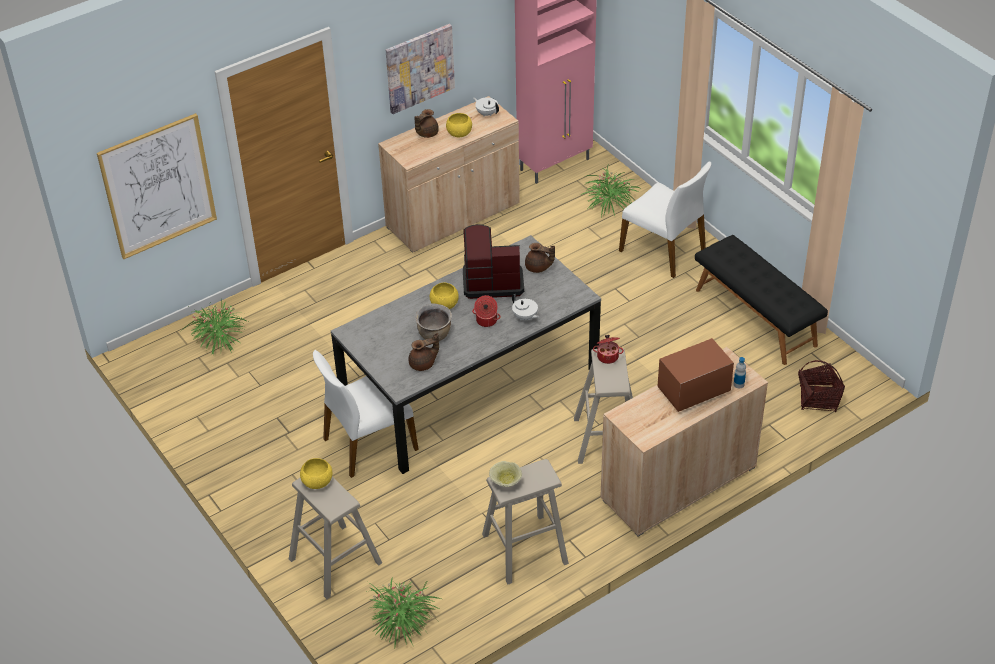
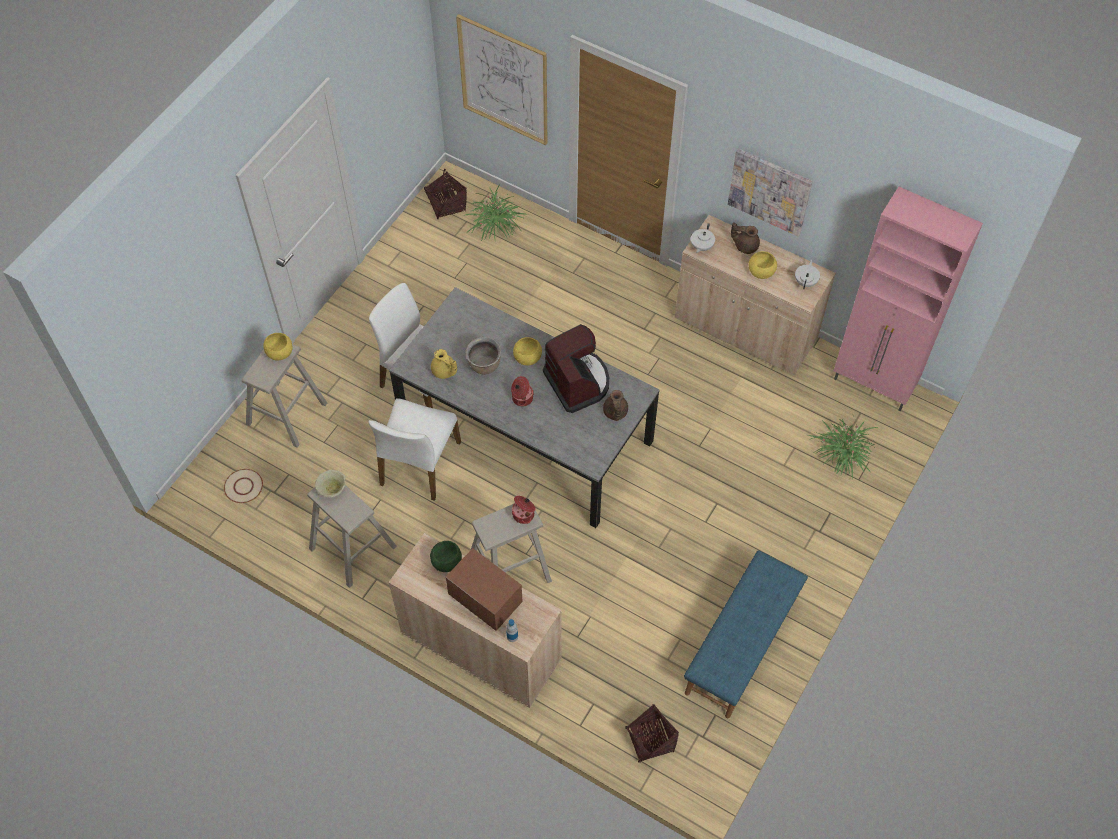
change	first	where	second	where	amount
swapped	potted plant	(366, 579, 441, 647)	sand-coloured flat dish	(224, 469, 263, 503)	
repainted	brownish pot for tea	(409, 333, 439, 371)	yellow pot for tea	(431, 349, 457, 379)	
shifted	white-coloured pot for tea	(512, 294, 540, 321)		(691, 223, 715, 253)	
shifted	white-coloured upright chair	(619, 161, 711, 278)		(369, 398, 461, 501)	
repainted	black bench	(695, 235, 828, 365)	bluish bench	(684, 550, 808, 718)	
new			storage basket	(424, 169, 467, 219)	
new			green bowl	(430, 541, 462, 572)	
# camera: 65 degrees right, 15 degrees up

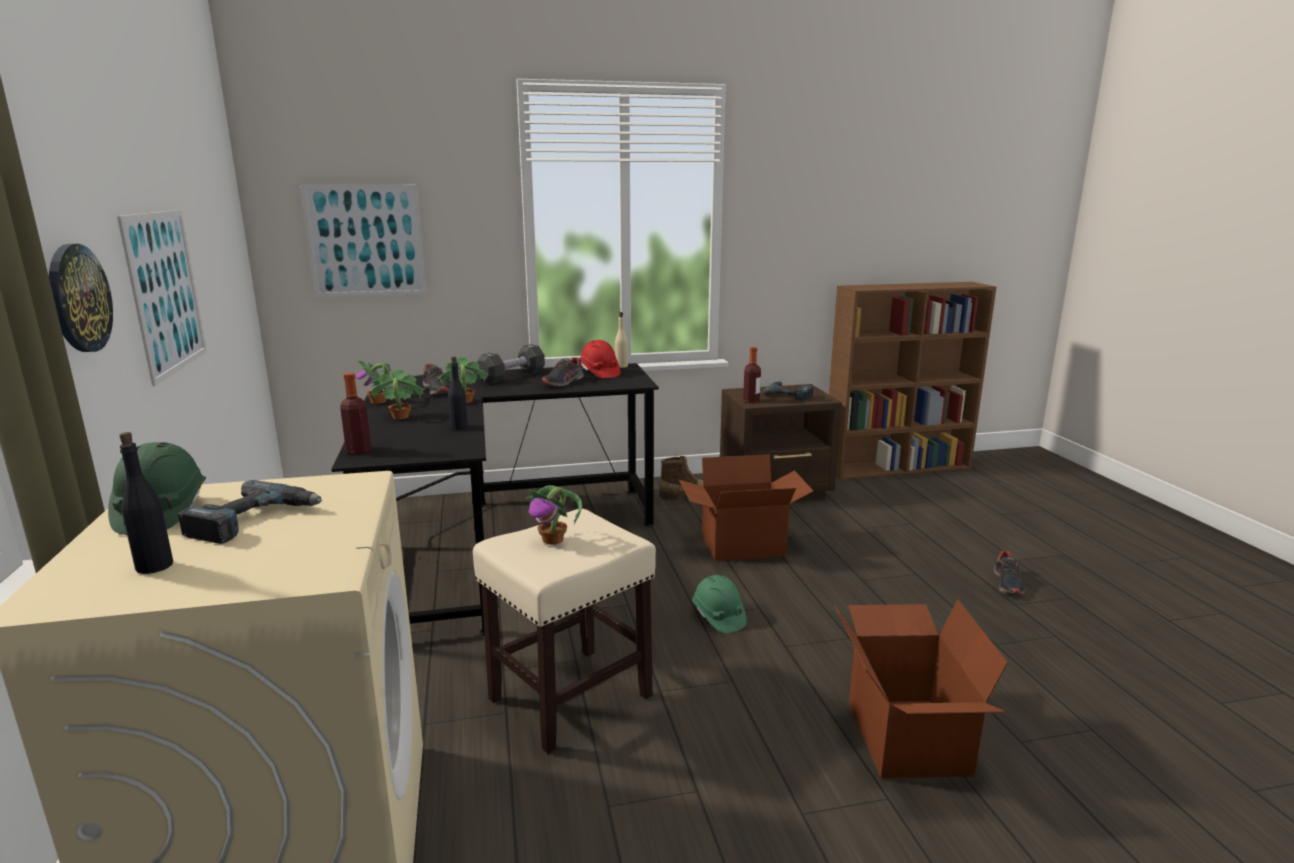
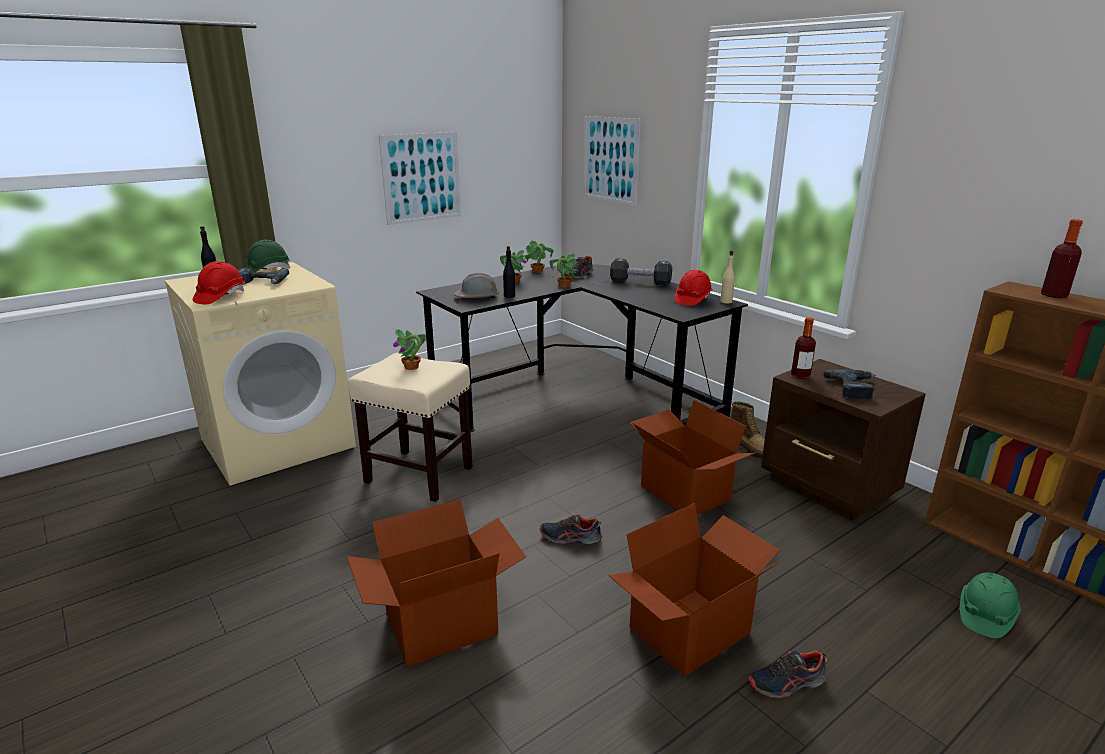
change	first	where	second	where	amount
gone	clock on the wall	(49, 244, 113, 352)			
shifted	drink bottle	(340, 373, 371, 454)		(1041, 219, 1083, 298)	
shifted	item of footwear	(540, 357, 584, 386)		(540, 514, 602, 544)	
shifted	green work helmet	(692, 575, 746, 633)		(960, 572, 1021, 638)	
new			reddish work helmet	(193, 261, 245, 304)	
new			gray work helmet	(454, 273, 499, 299)	
new			carton	(608, 503, 781, 677)	
# camera: 65 degrees right, 5 degrees up

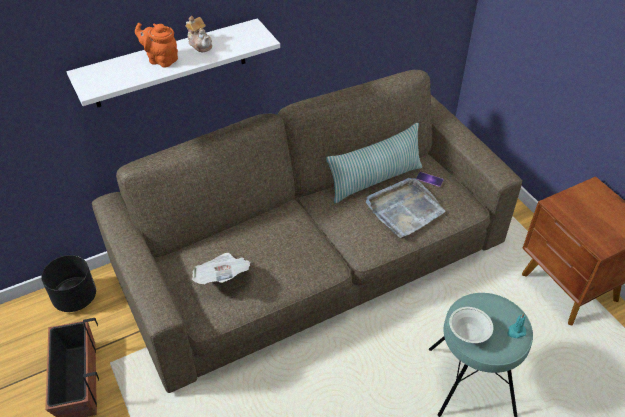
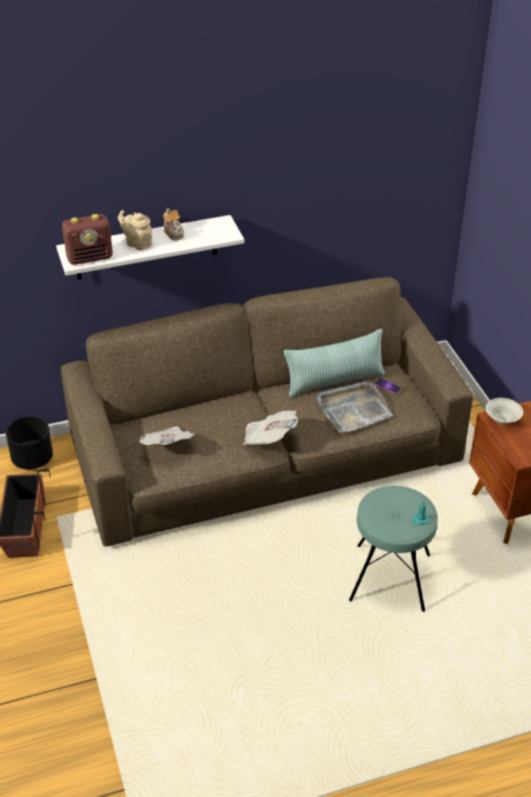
change	first	where	second	where	amount
repainted	orange pot for tea	(135, 23, 178, 68)	sand-coloured pot for tea	(118, 210, 152, 250)	
shifted	white-coloured bowl	(449, 307, 494, 343)		(486, 398, 523, 425)	
new			radio receiver	(62, 214, 113, 265)	
new			printed paper	(243, 411, 298, 445)	
# camera: 10 degrees right, 5 degrees down

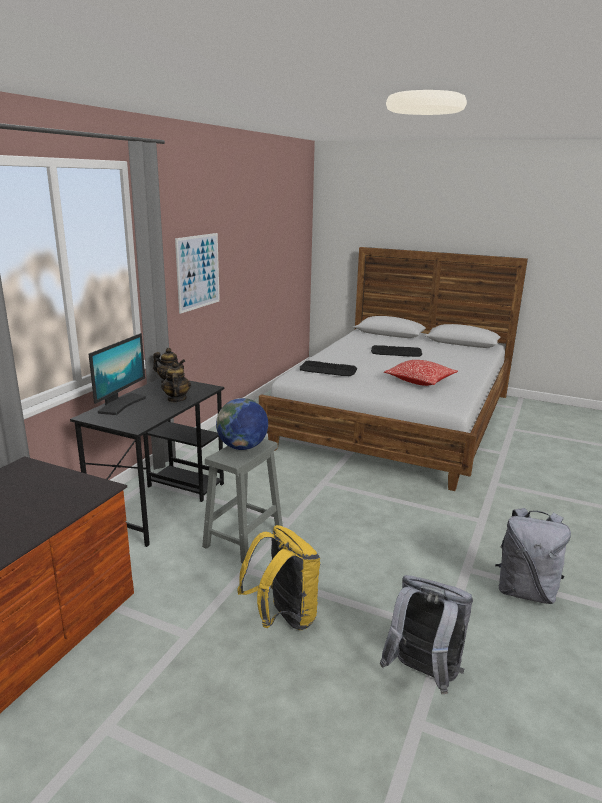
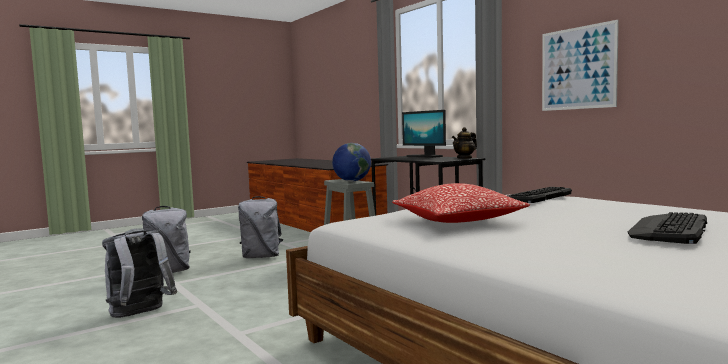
change	first	where	second	where	amount
gone	pot for tea	(161, 362, 191, 402)			
repainted	yellow rucksack	(237, 525, 321, 630)	gray rucksack	(238, 196, 283, 258)	
# camera: 120 degrees right, 15 degrees down

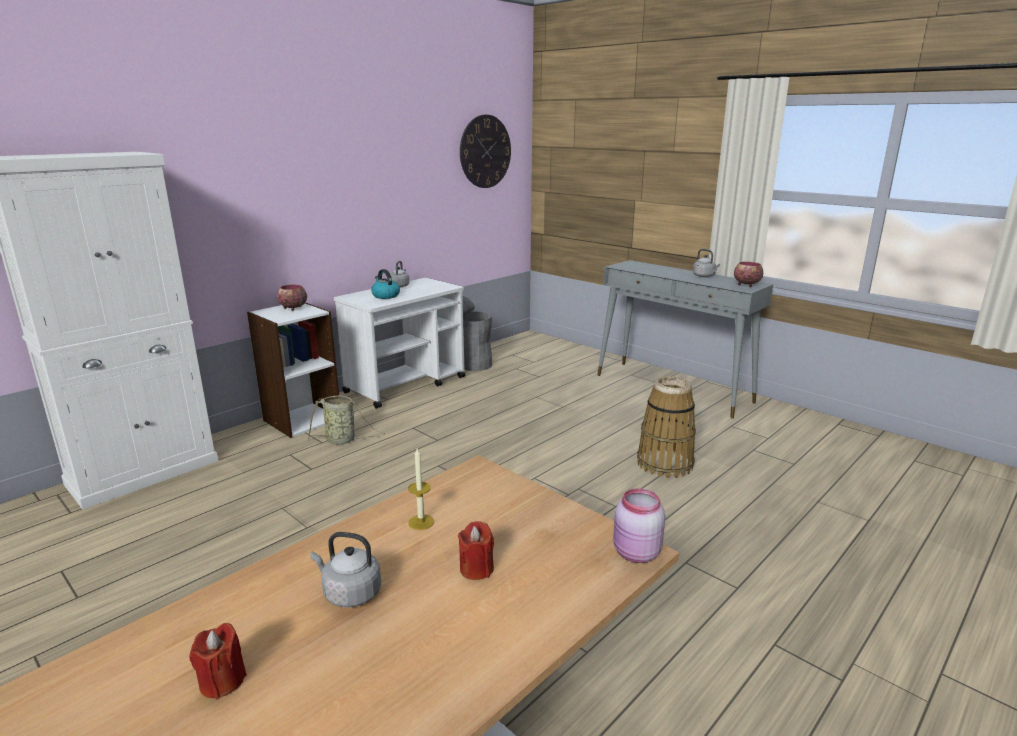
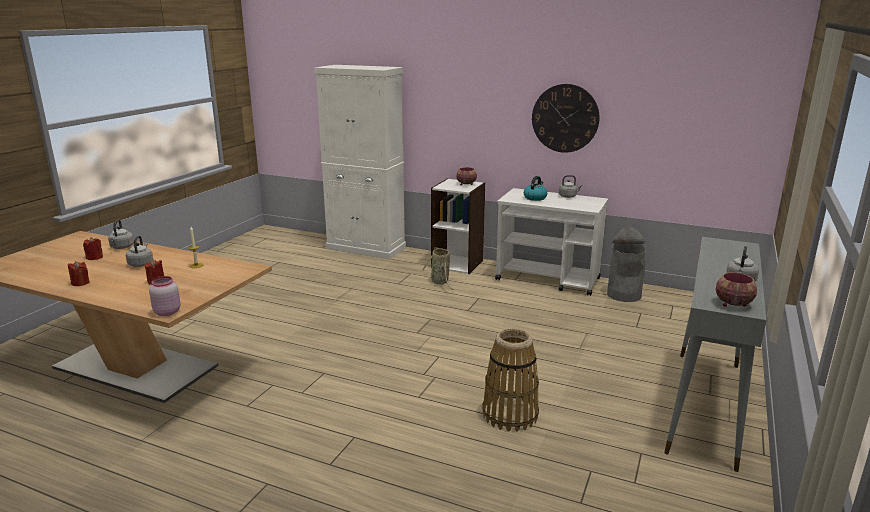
change	first	where	second	where	amount
shifted	clock on the wall	(460, 115, 511, 188)		(532, 84, 600, 153)	
new			reddish wax candle	(68, 261, 90, 286)	
new			gray kettle	(108, 220, 134, 249)	
# camera: 70 degrees right, 0 degrees up

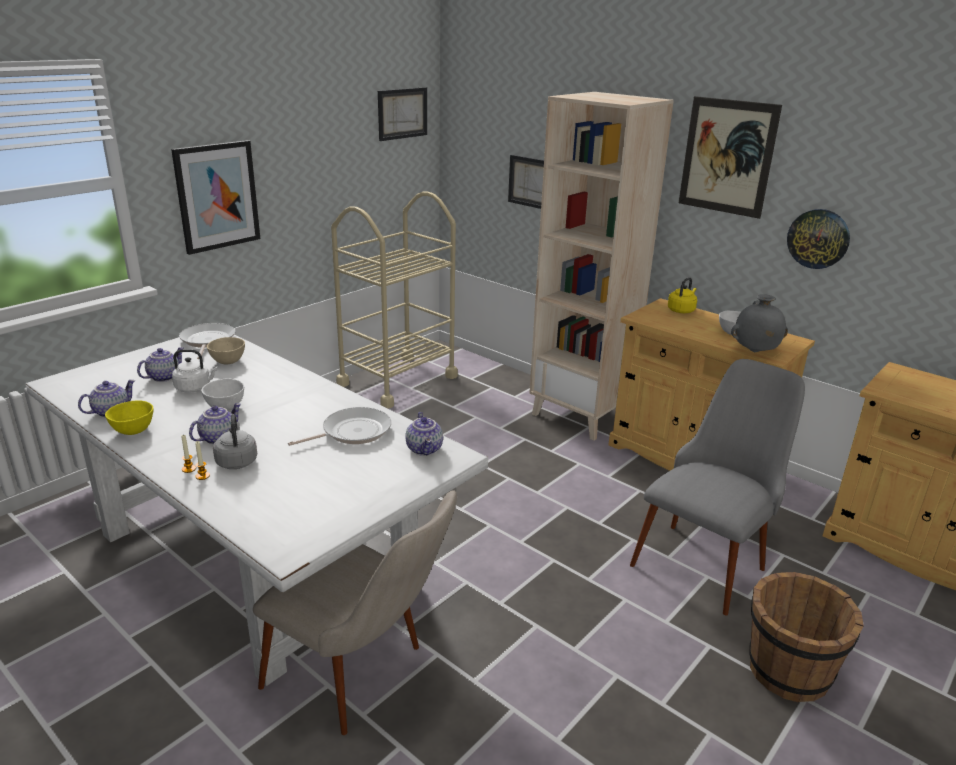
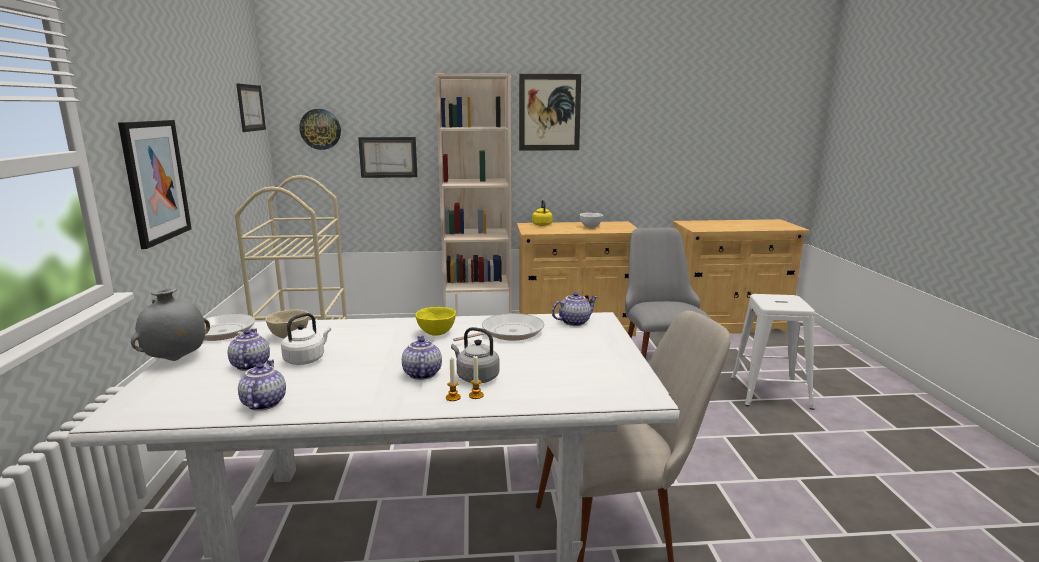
change	first	where	second	where	amount
shifted	yellow bowl	(105, 400, 154, 435)		(416, 307, 456, 336)	
gone	white-coloured bowl	(201, 378, 244, 411)			
rotated	skillet	(288, 407, 391, 446)		(453, 313, 544, 341)	45 degrees clockwise
rotated	pot for tea	(406, 412, 443, 456)		(552, 292, 597, 326)	60 degrees counterclockwise
shifted	gray flower vase	(731, 294, 788, 352)		(131, 287, 210, 361)	
swapped	brownish pail	(749, 572, 864, 702)	white-coloured stool seat	(731, 294, 815, 410)	
shifted	clock on the wall	(787, 209, 850, 269)		(299, 109, 341, 150)	
# camera: 45 degrees left, 10 degrees down

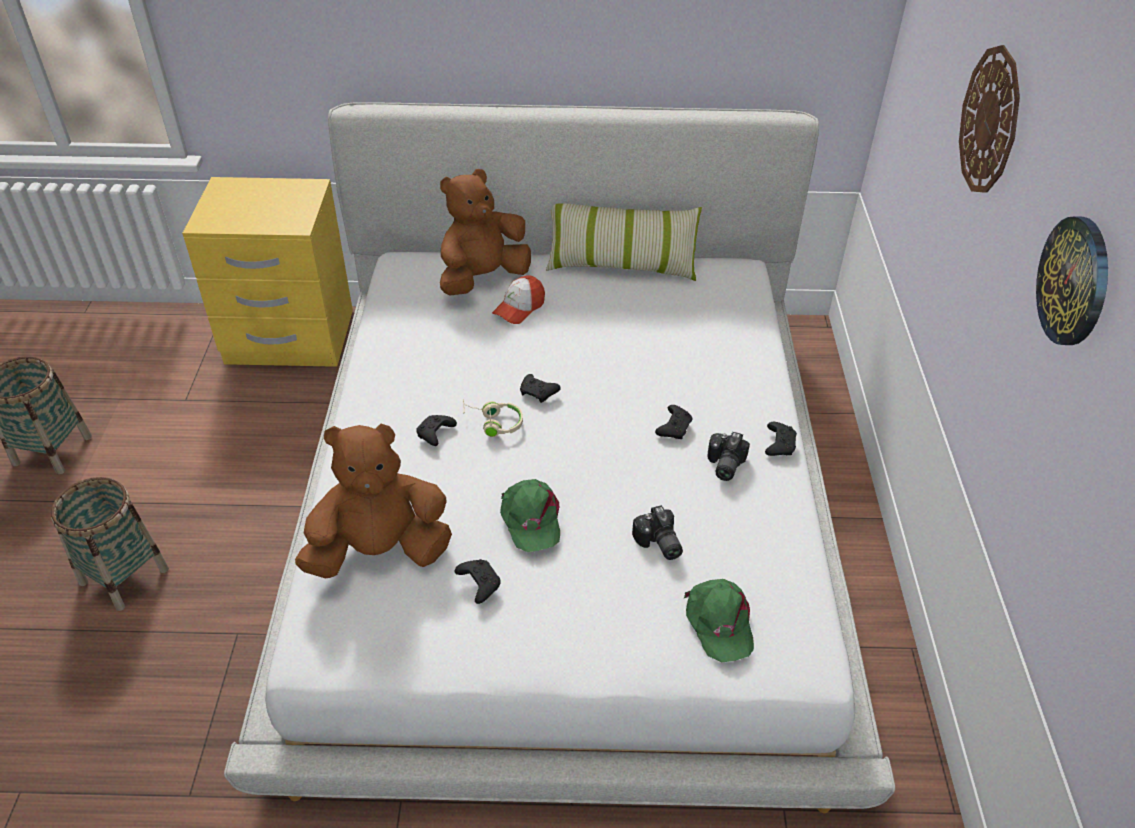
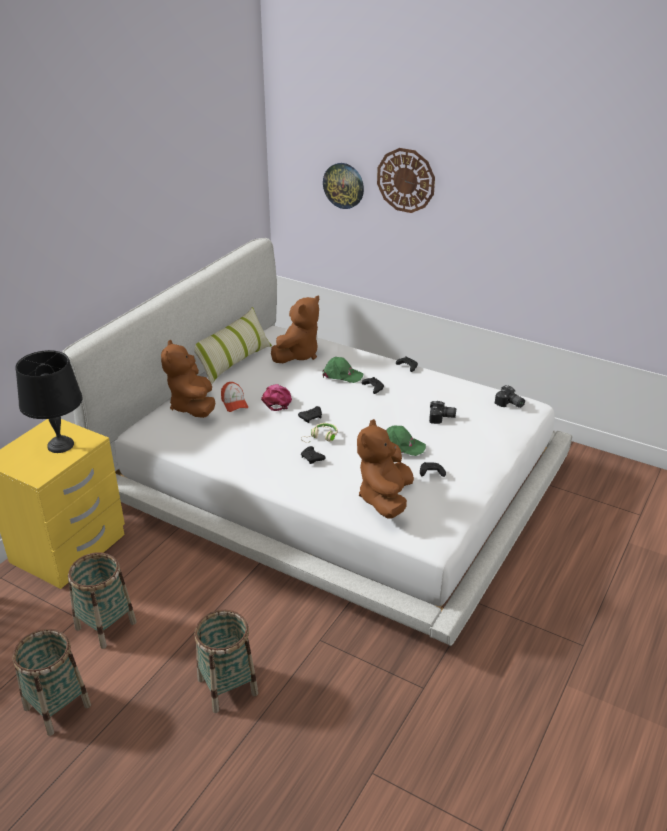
change	first	where	second	where	amount
shifted	green baseball cap	(684, 579, 754, 662)		(323, 357, 363, 383)	
shifted	photo camera	(708, 432, 750, 481)		(495, 385, 525, 408)	
shifted	clock on the wall	(1036, 216, 1108, 345)		(323, 163, 364, 209)	
new			black table lamp	(15, 350, 83, 453)	
new			storage basket	(68, 552, 136, 649)	
new			pinkish baseball cap	(261, 384, 292, 411)	
new			brownish cuddly toy	(271, 296, 319, 363)	
# camera: 60 degrees left, 10 degrees down

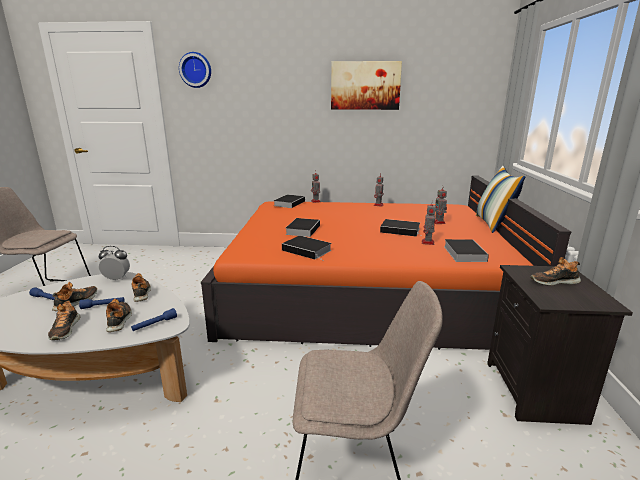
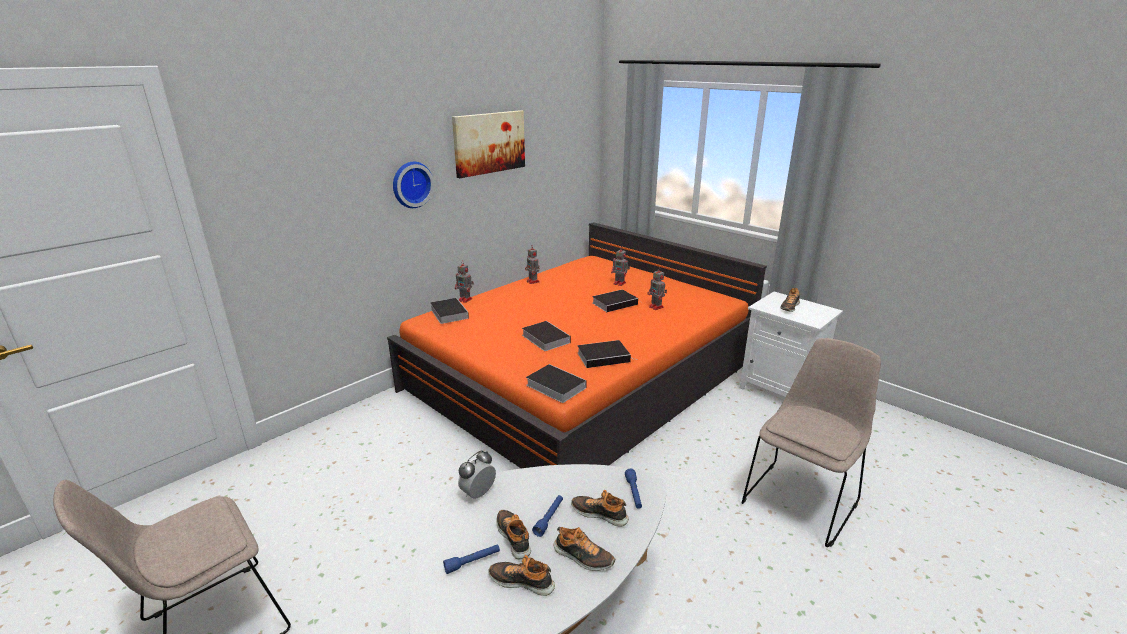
change	first	where	second	where	amount
shifted	item of footwear	(131, 273, 151, 302)		(488, 555, 555, 596)	
shifted	clock on the wall	(179, 52, 211, 88)		(393, 162, 434, 208)	
shifted	bound book	(444, 239, 489, 262)		(526, 364, 587, 403)	
gone	cushion	(476, 166, 526, 233)			
repainted	black bedside table	(487, 265, 633, 425)	white-coloured bedside table	(740, 292, 843, 397)	
# camera: 50 degrees left, 5 degrees up

